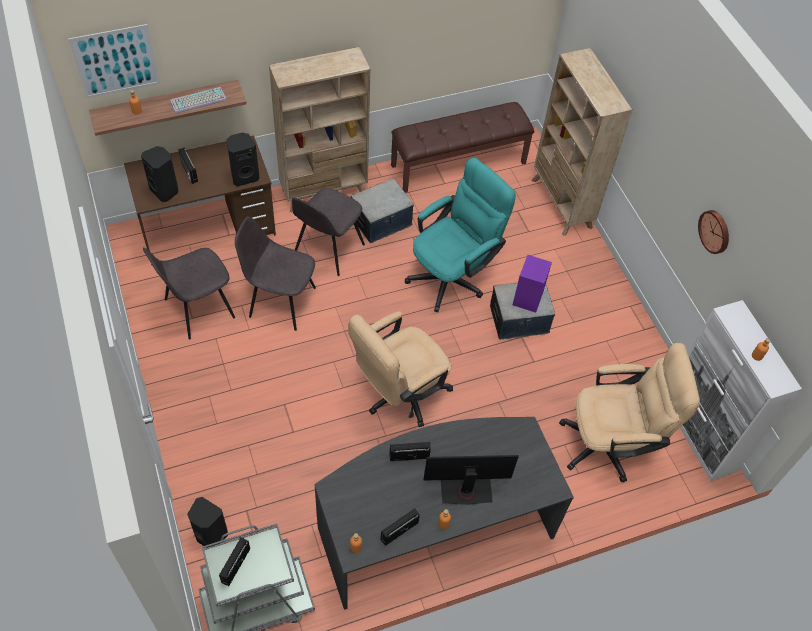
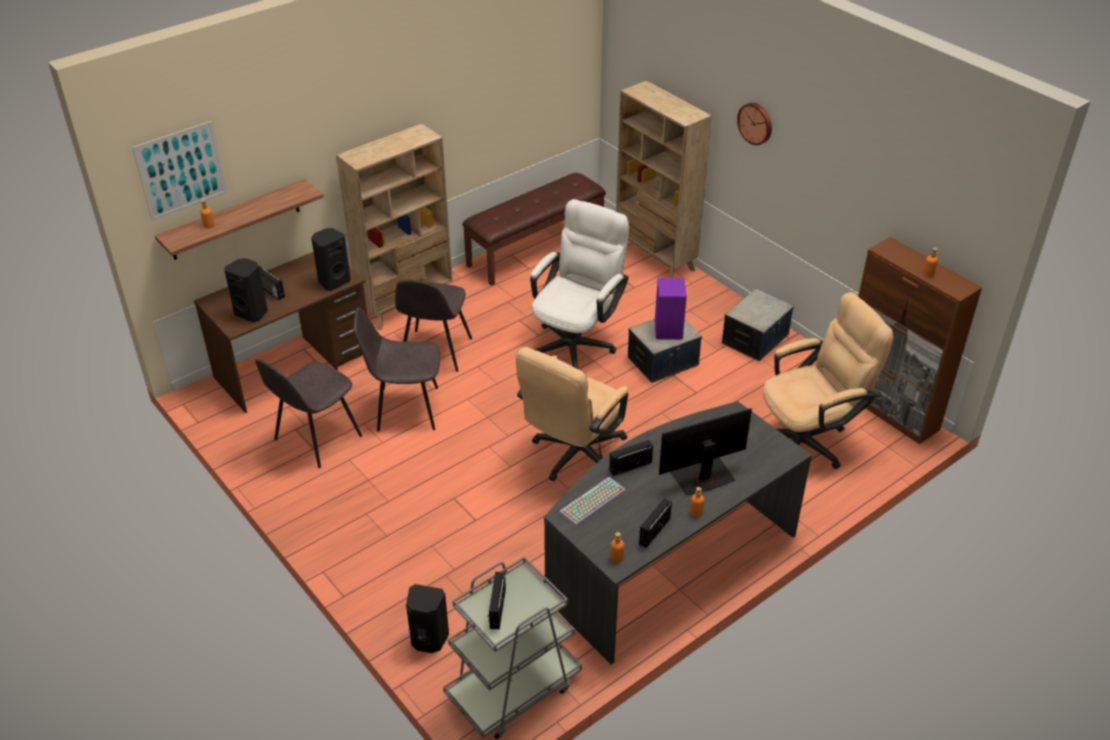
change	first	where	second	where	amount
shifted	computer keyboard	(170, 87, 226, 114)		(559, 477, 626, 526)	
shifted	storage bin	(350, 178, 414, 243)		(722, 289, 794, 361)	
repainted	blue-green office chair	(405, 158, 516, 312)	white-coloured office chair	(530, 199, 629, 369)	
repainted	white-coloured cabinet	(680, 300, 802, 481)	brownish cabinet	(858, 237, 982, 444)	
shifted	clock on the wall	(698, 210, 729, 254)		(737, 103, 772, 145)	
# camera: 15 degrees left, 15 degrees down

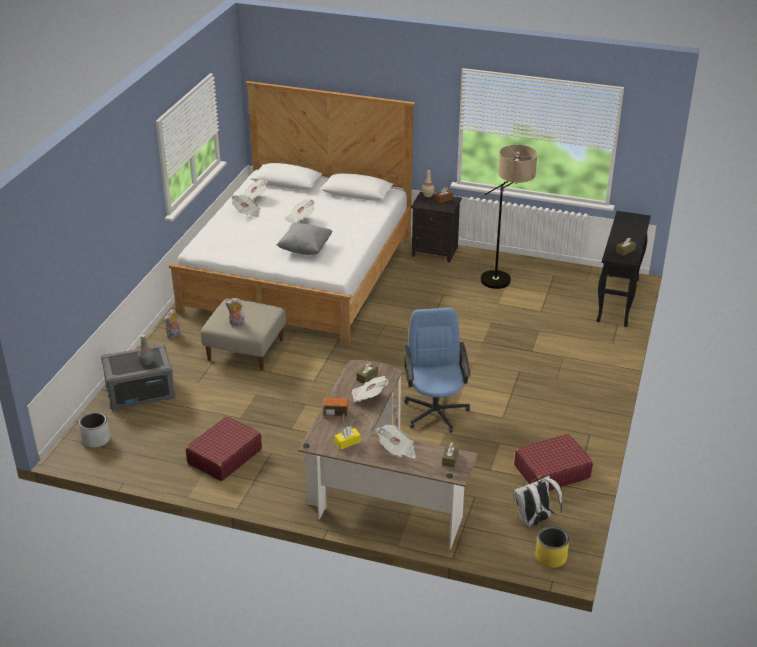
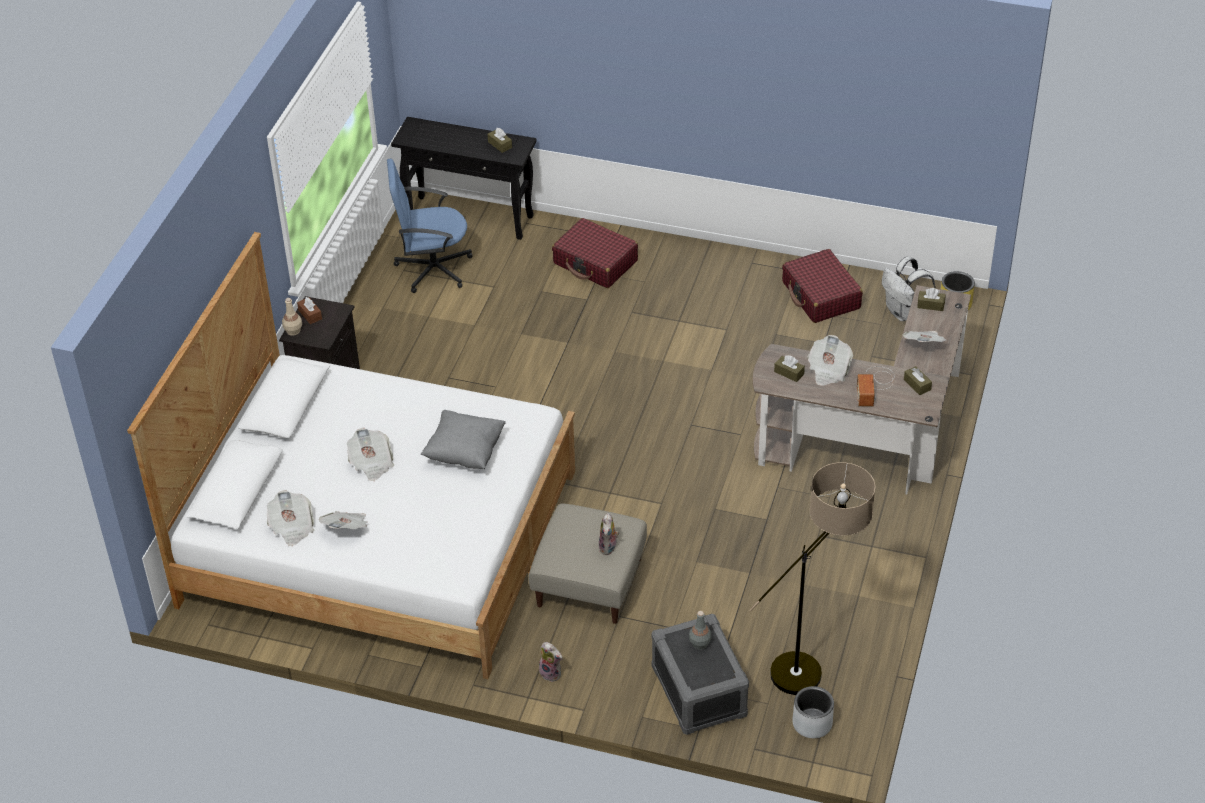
change	first	where	second	where	amount
shifted	reddish suitcase	(186, 416, 262, 481)		(552, 218, 638, 288)	
repainted	yellow tissue box	(335, 427, 361, 450)	brownish tissue box	(904, 366, 932, 395)	
shifted	bluish office chair	(403, 307, 471, 433)		(387, 159, 472, 293)	
shifted	standard lamp	(481, 145, 537, 289)		(749, 462, 876, 695)	
# camera: 90 degrees left, 10 degrees up

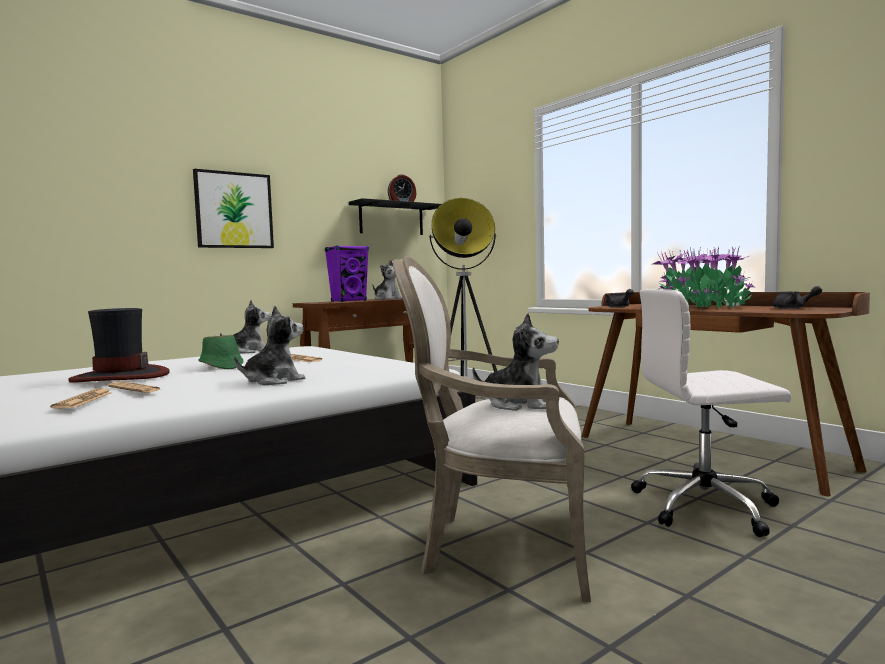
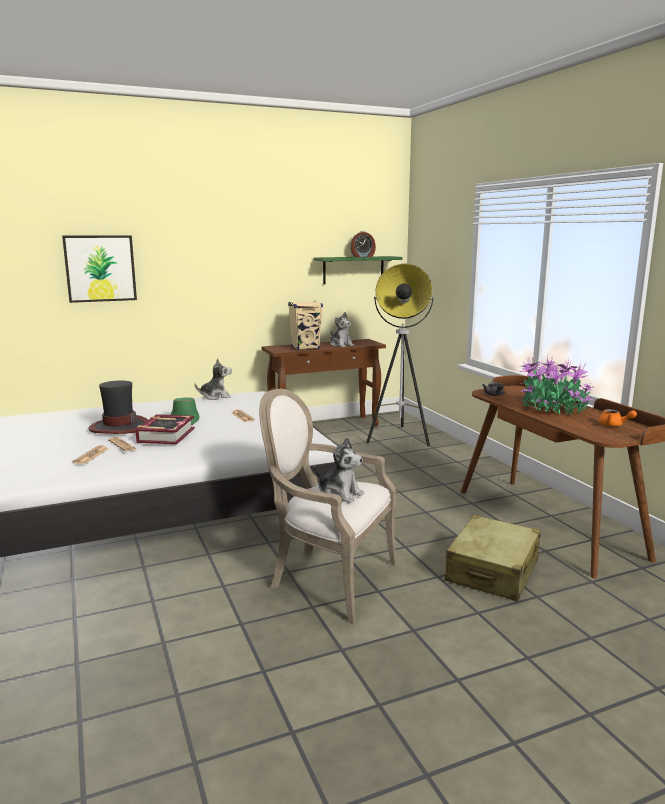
change	first	where	second	where	amount
shifted	picture	(193, 169, 274, 248)		(62, 235, 137, 303)	
gone	cuddly toy	(234, 306, 305, 385)			
repainted	purple-coloured speaker	(325, 245, 369, 302)	sand-coloured speaker	(288, 301, 323, 350)	
repainted	black bracket shelf	(349, 198, 441, 235)	green bracket shelf	(314, 256, 402, 284)	
swapped	white-coloured office chair	(631, 289, 791, 537)	sand-coloured suitcase	(445, 515, 541, 602)	
repainted	gray pot for tea	(773, 286, 822, 309)	orange pot for tea	(598, 409, 637, 426)	
new			bound book	(135, 414, 195, 444)	
# camera: 15 degrees right, 10 degrees up

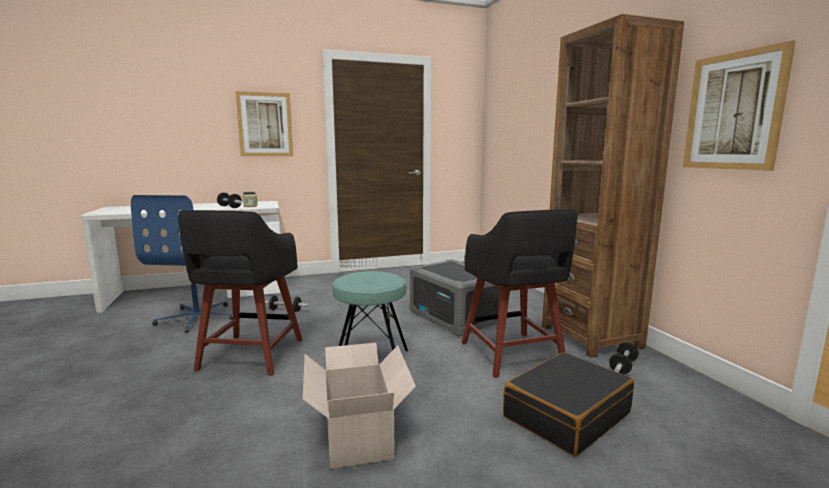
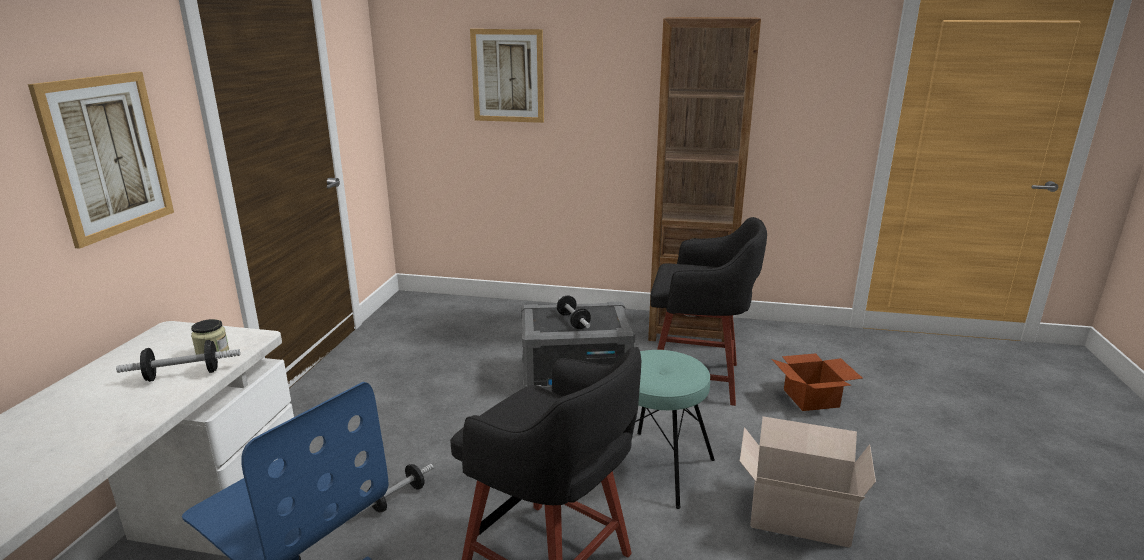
change	first	where	second	where	amount
swapped	black suitcase	(503, 352, 634, 456)	carton	(772, 353, 863, 411)	
shifted	hand weight	(609, 342, 639, 374)		(557, 296, 591, 329)	
shifted	picture	(683, 40, 796, 171)		(470, 29, 544, 123)	
# camera: 60 degrees left, 10 degrees up

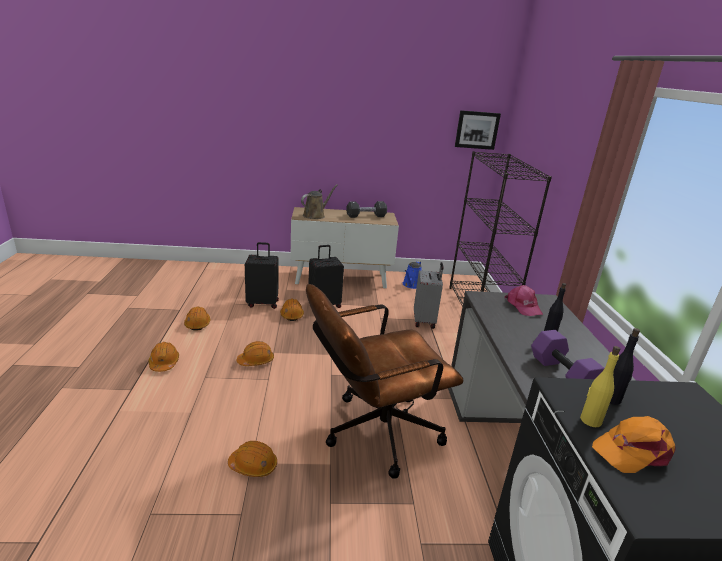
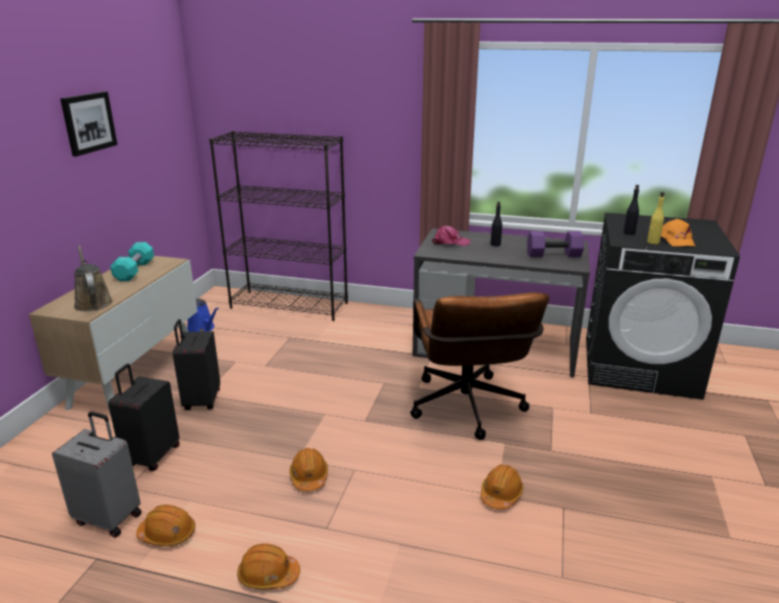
change	first	where	second	where	amount
gone	orange work helmet	(280, 299, 304, 321)			
repainted	black hand weight	(346, 201, 387, 218)	blue-green hand weight	(110, 242, 154, 281)	
shifted	gray suitcase	(414, 262, 444, 329)		(52, 411, 142, 538)	
shifted	picture	(455, 110, 501, 150)		(60, 91, 117, 157)	
# camera: 70 degrees left, 0 degrees up

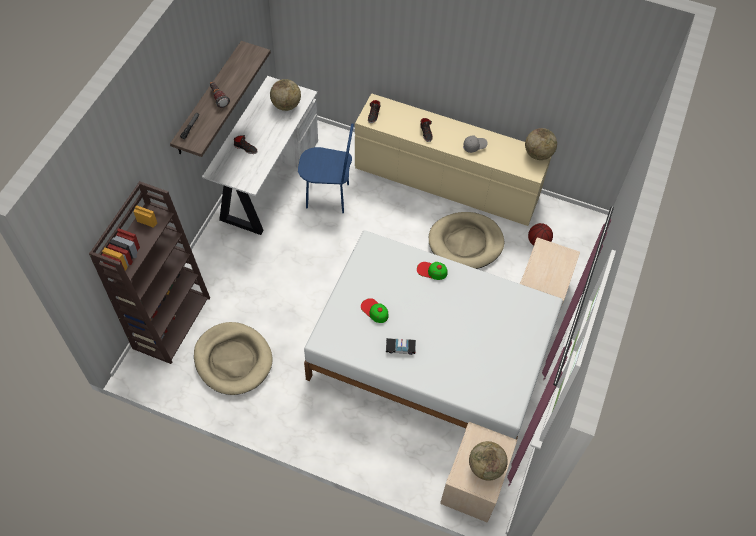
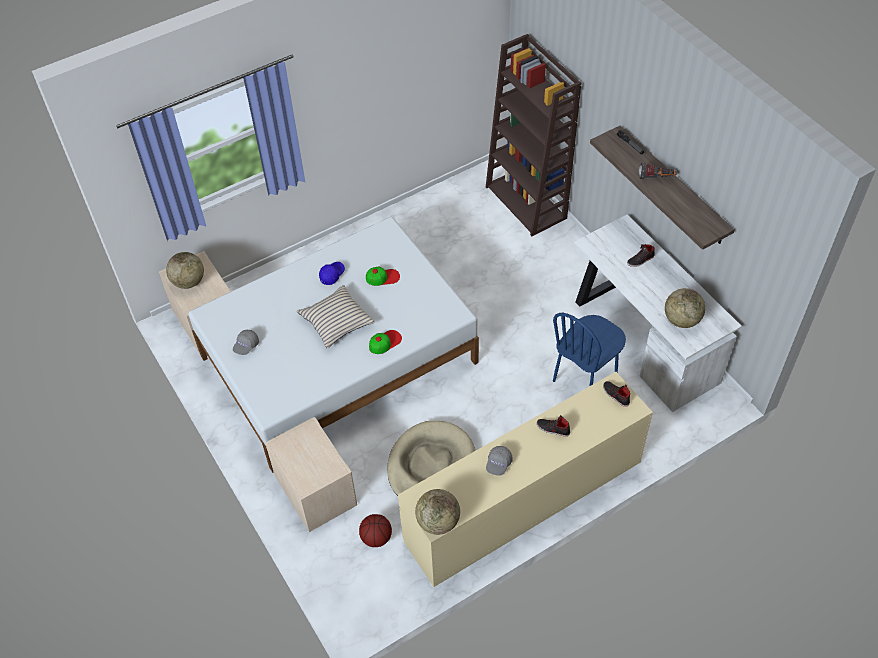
change	first	where	second	where	amount
gone	sand-coloured dog bed	(194, 322, 273, 395)			
swapped	toy car	(386, 338, 416, 355)	bluish baseball cap	(319, 262, 345, 285)	
new			gray baseball cap	(233, 330, 259, 355)	
new			sand-coloured cushion	(297, 285, 375, 349)	
# camera: 130 degrees right, 5 degrees down

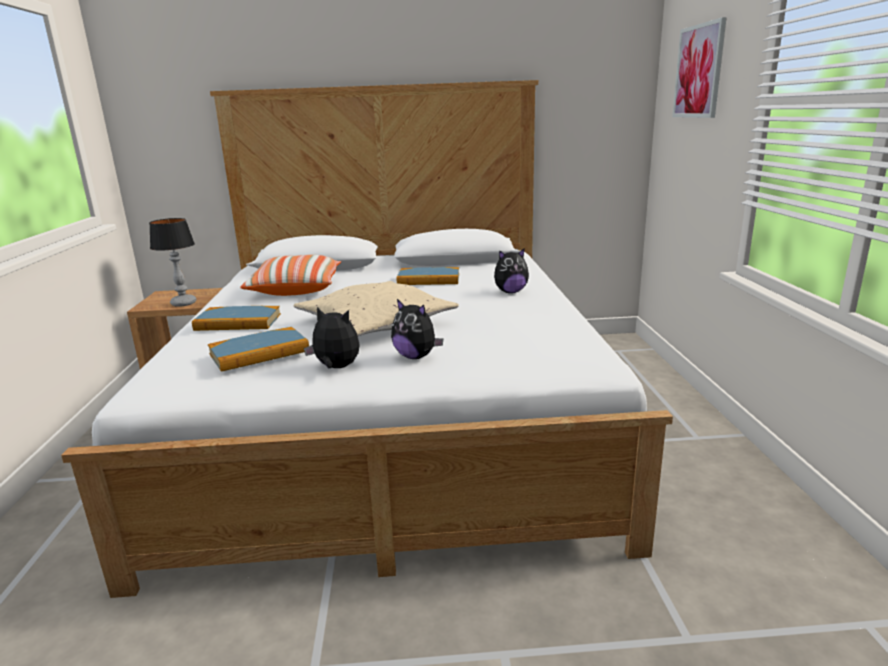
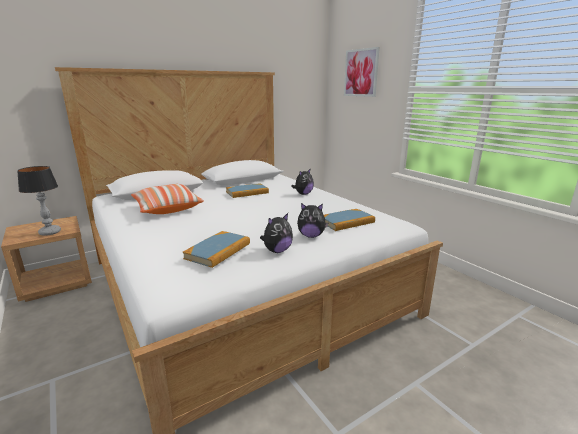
change	first	where	second	where	amount
shifted	bound book	(192, 306, 281, 331)		(324, 209, 375, 231)	
gone	sand-coloured cushion	(294, 281, 459, 336)			
rotated	cuddly toy	(304, 307, 360, 368)		(260, 213, 293, 253)	150 degrees clockwise
# camera: 30 degrees left, 0 degrees up

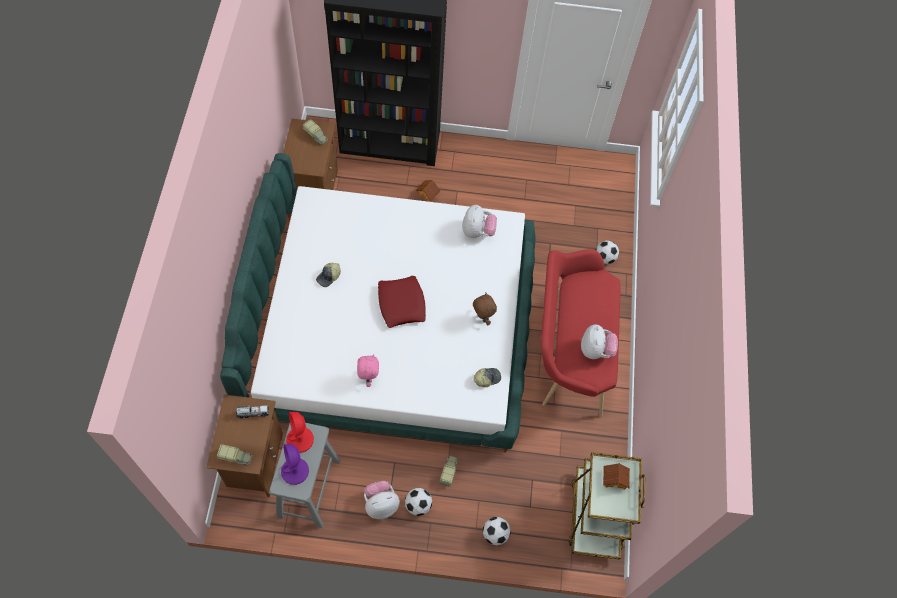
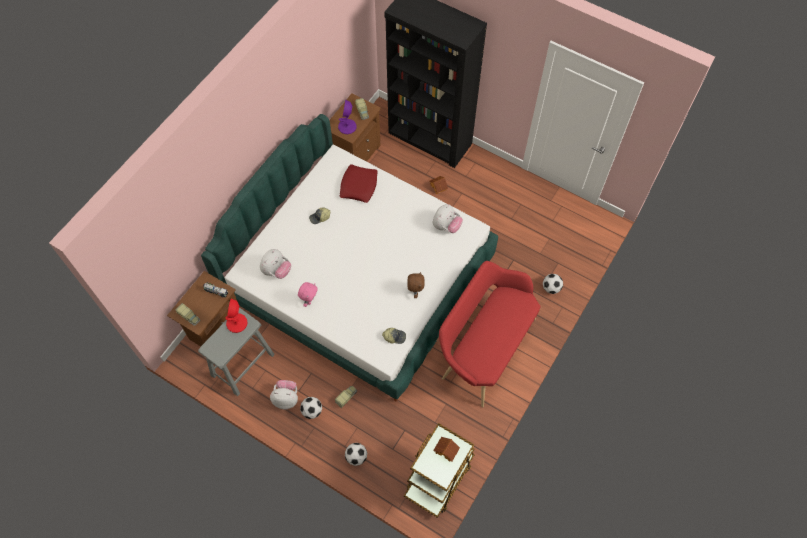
change	first	where	second	where	amount
shifted	purple-coloured table lamp	(281, 444, 309, 485)		(338, 99, 357, 134)	
shifted	reddish cushion	(378, 276, 426, 328)		(340, 164, 378, 203)	
shifted	cuddly toy	(581, 325, 618, 359)		(260, 249, 291, 279)	
# camera: 30 degrees right, 0 degrees up

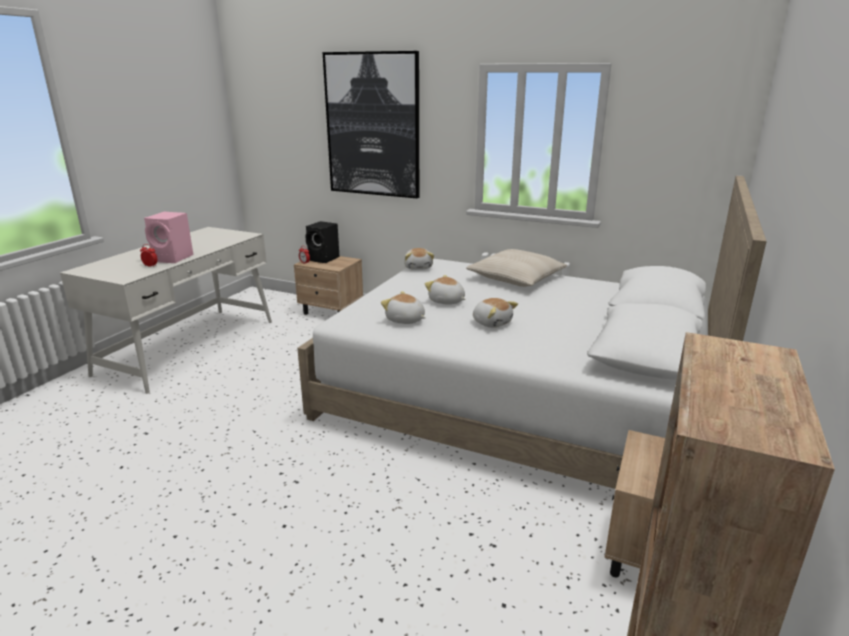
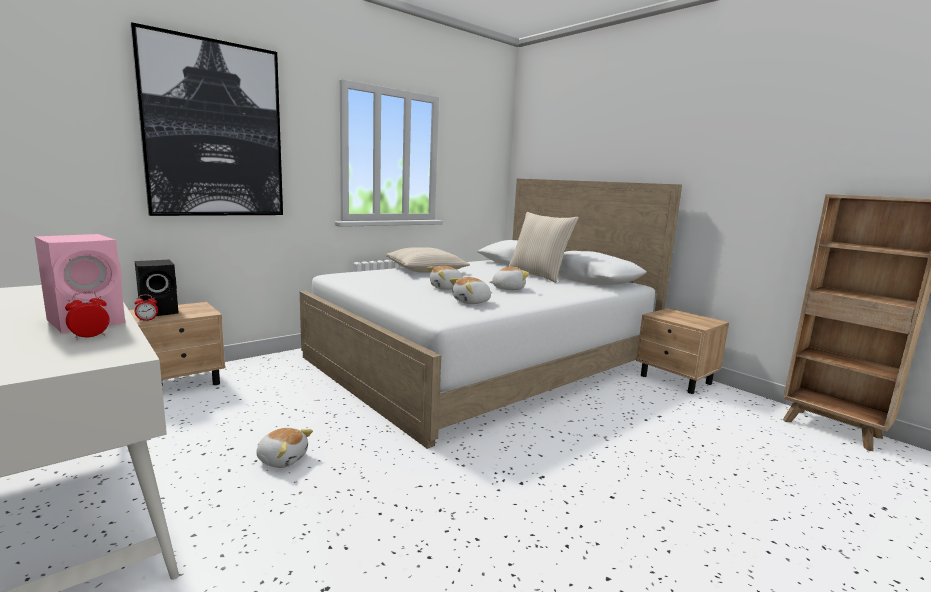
change	first	where	second	where	amount
shifted	cuddly toy	(404, 248, 434, 270)		(256, 428, 313, 468)	
new			sand-coloured cushion	(508, 212, 579, 283)	
# camera: 65 degrees left, 10 degrees down

